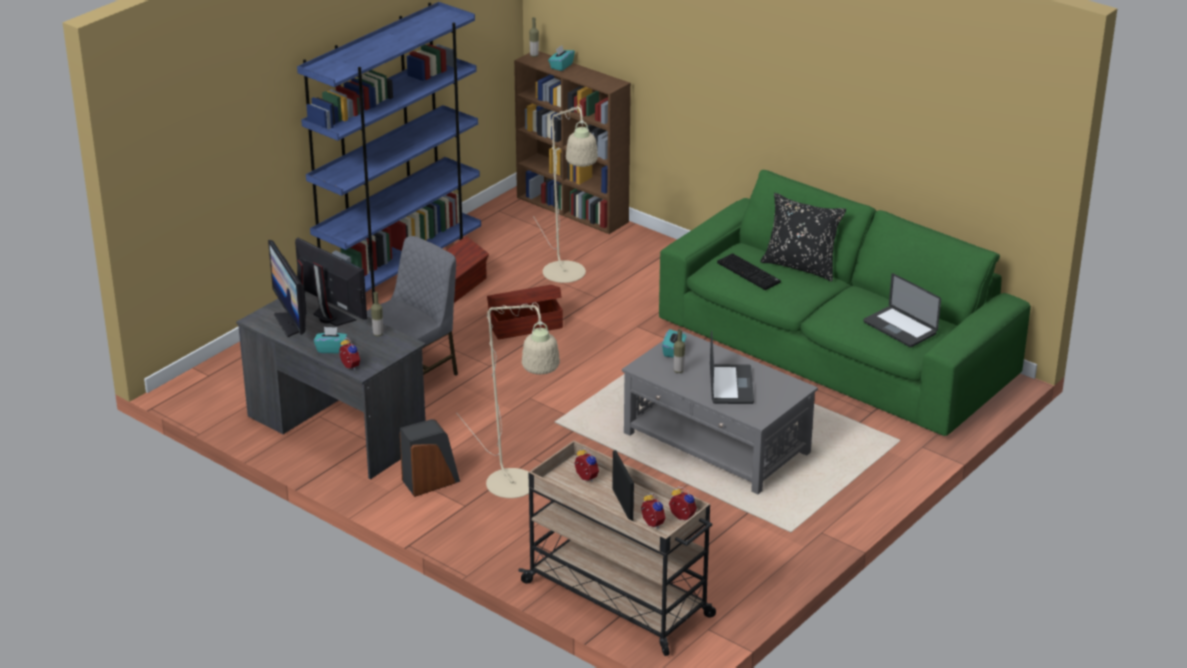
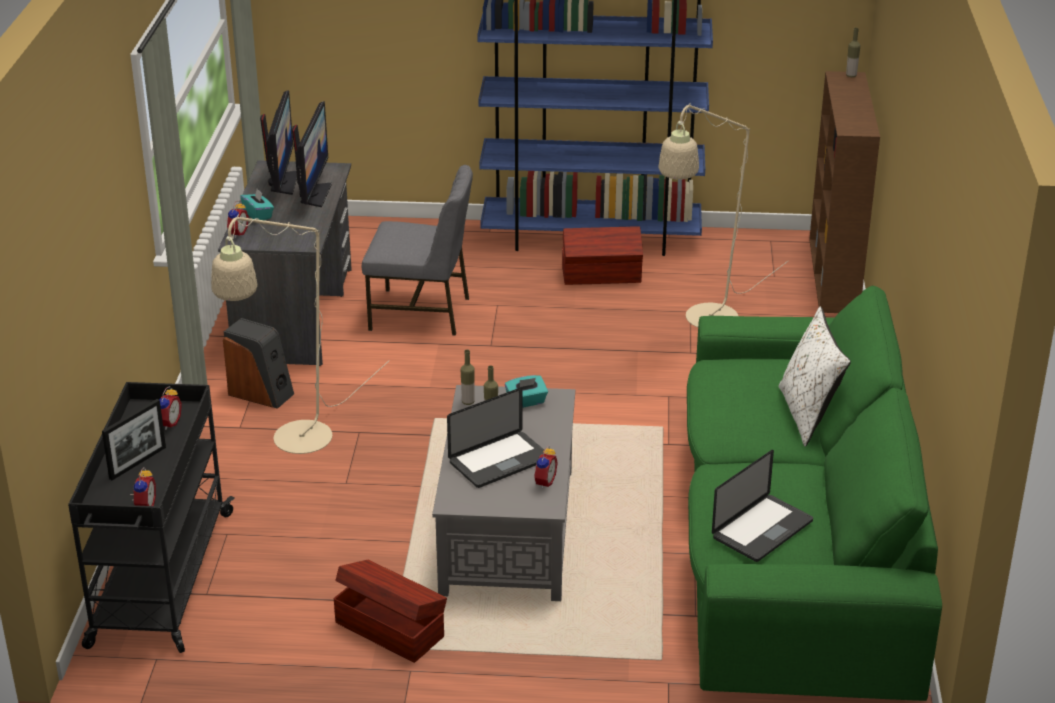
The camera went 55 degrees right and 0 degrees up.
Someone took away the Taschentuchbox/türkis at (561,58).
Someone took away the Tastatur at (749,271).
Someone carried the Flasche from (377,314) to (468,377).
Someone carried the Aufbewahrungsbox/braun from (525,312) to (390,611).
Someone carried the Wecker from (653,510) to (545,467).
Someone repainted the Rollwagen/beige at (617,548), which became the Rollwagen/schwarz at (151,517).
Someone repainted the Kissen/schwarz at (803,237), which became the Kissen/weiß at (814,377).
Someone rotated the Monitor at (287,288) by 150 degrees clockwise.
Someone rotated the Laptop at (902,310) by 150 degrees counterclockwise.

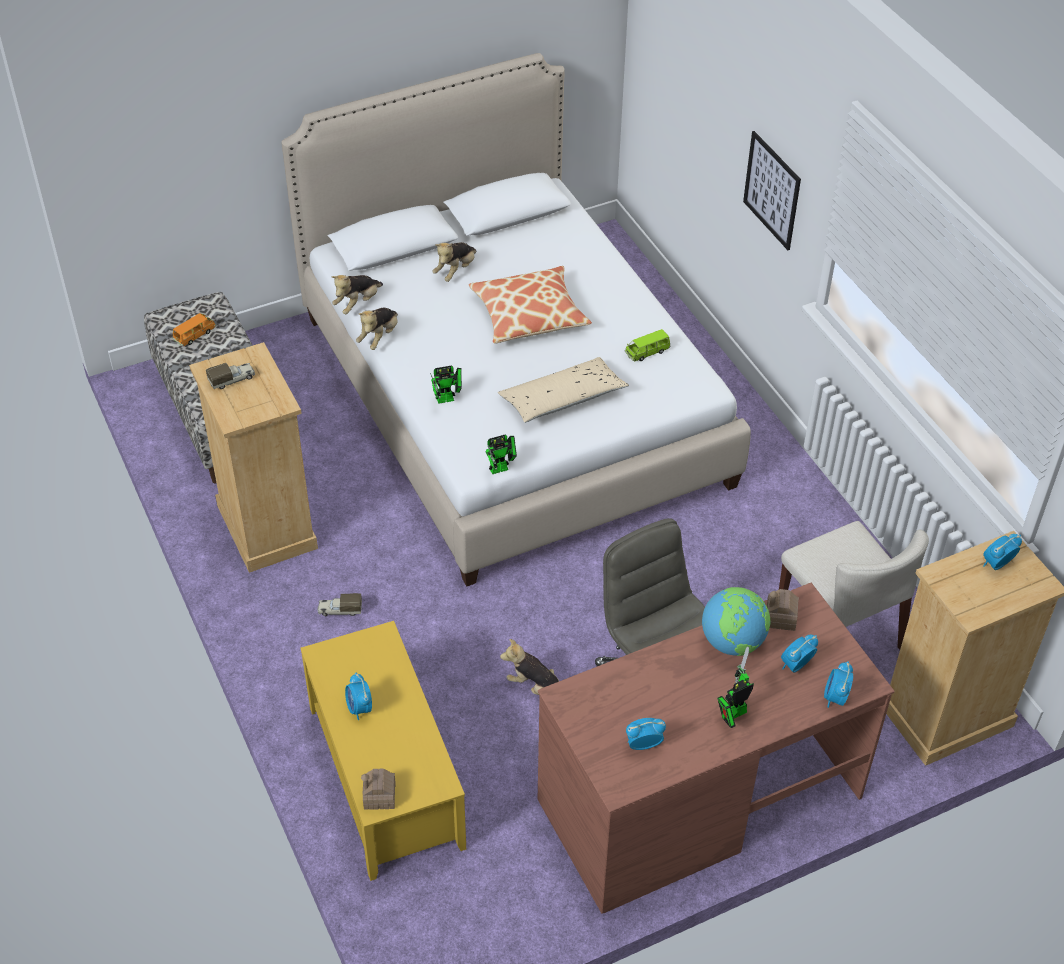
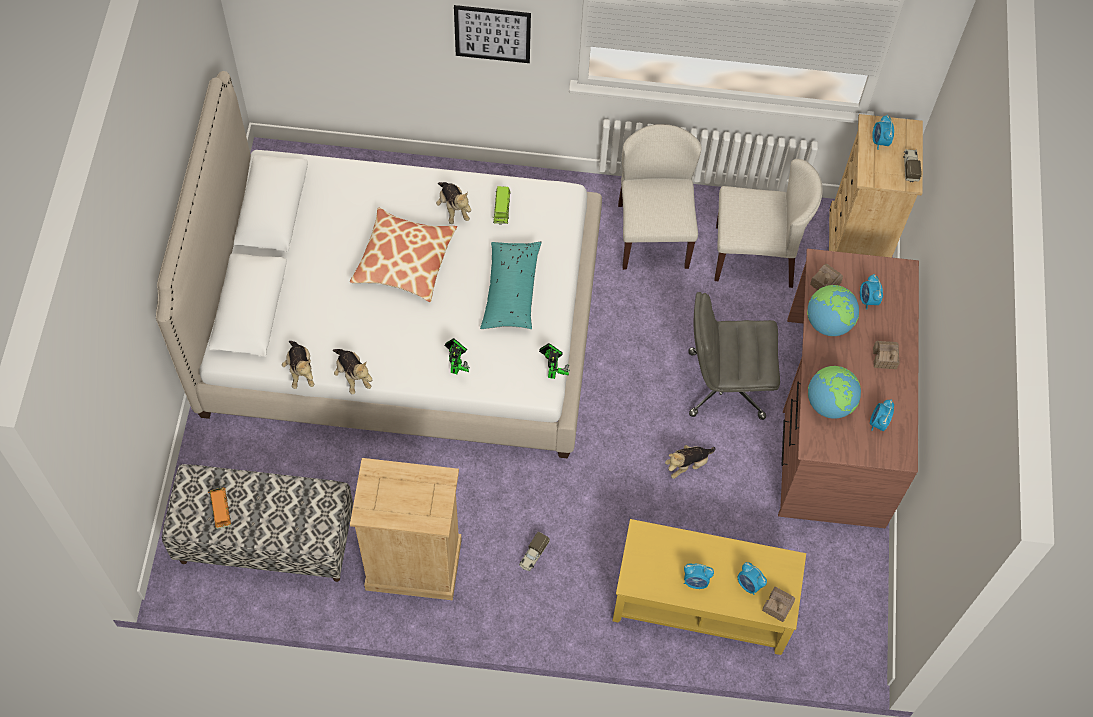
The camera went 60 degrees left and 15 degrees up.
Someone put down the Stuhl/beige at (660,197).
Someone put down the Globus at (834,392).
Someone carried the Spielzeuglaster from (230,376) to (912,165).
Someone carried the Plüschtier from (454,262) to (453,203).
Someone carried the Wecker from (838,684) to (752,578).
Someone swapped the Spielzeugroboter at (735,687) for the Spielzeughaus at (886,355).
Someone repainted the Kissen/beige at (563,390), which became the Kissen/türkis at (511,285).

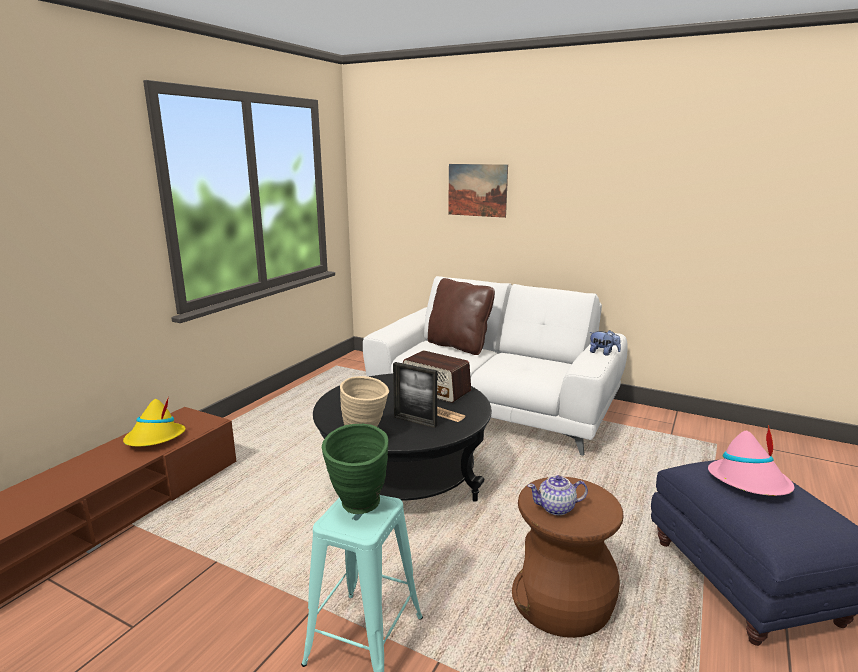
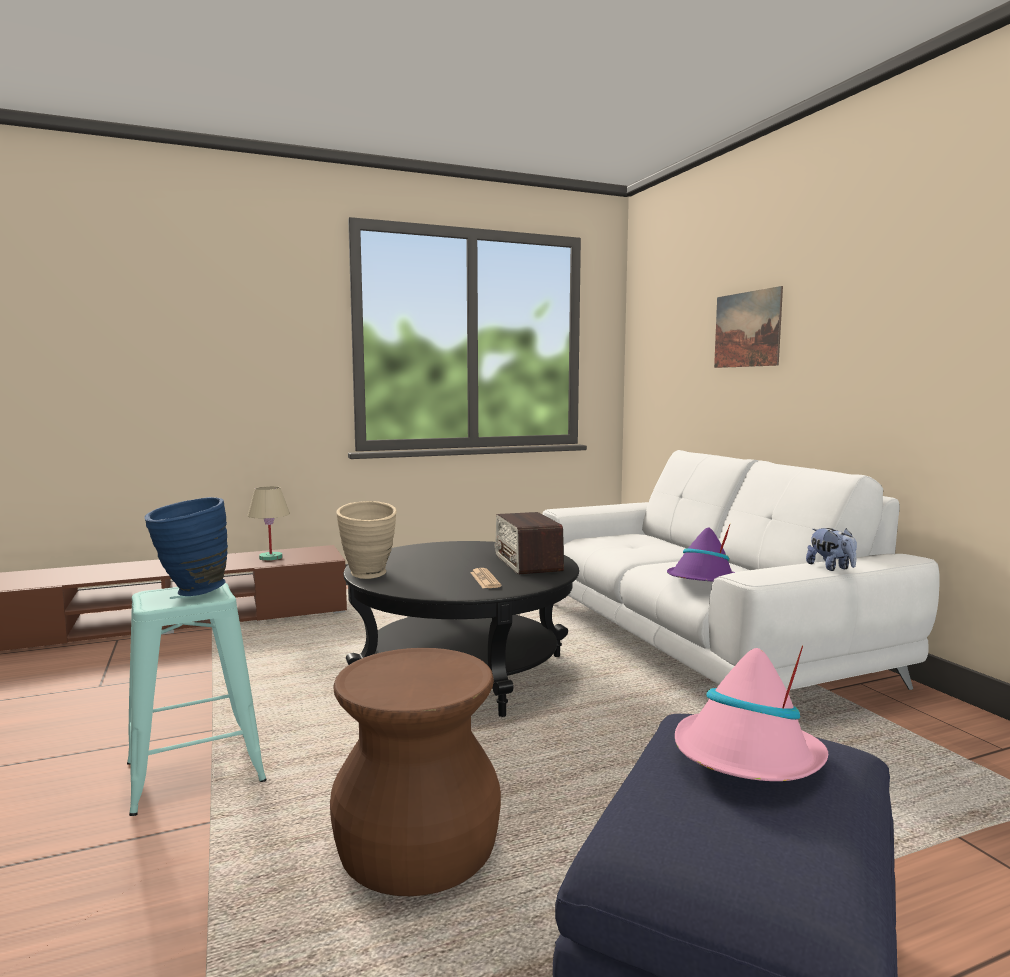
The camera went 40 degrees right and 10 degrees down.
Someone took away the Bilderrahmen at (415,395).
Someone took away the Kissen/braun at (461,316).
Someone took away the Teekanne at (558,495).
Someone put down the Hut/lila at (701,553).
Someone swapped the Hut/gelb at (154,421) for the Tischlampe/beige at (268,523).
Someone repainted the Vase/grün at (355,469), which became the Vase/blau at (186,546).

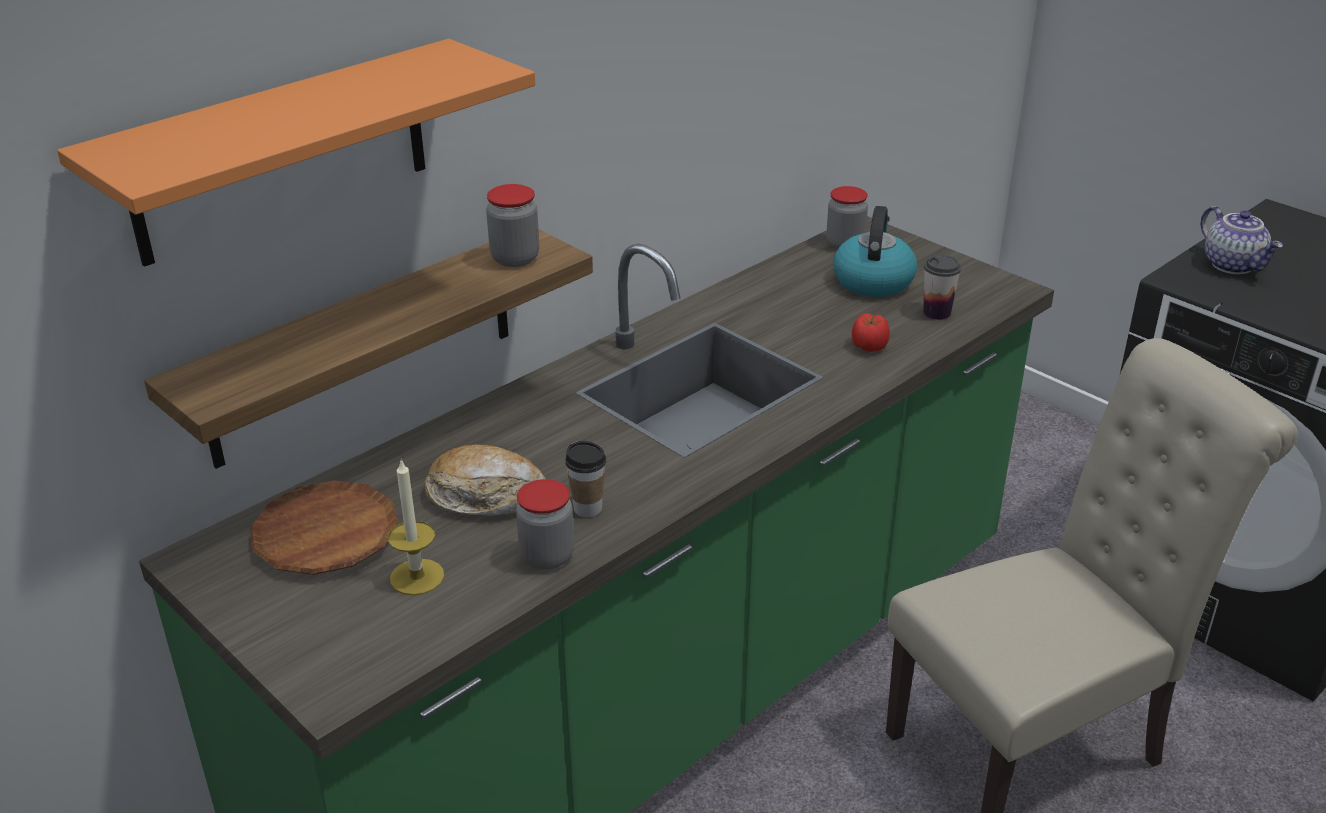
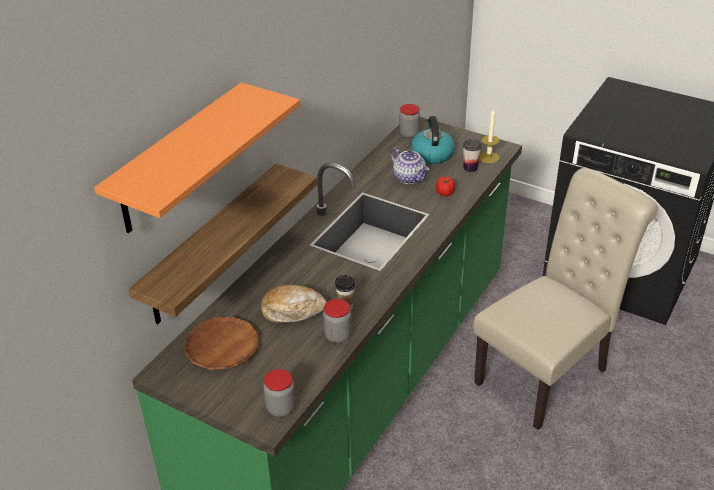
The camera went 15 degrees left and 5 degrees up.
Someone carried the Kerze from (416,526) to (489,135).
Someone carried the Vorratsglas from (512,225) to (279,393).
Someone carried the Teekanne from (1241,240) to (409,166).

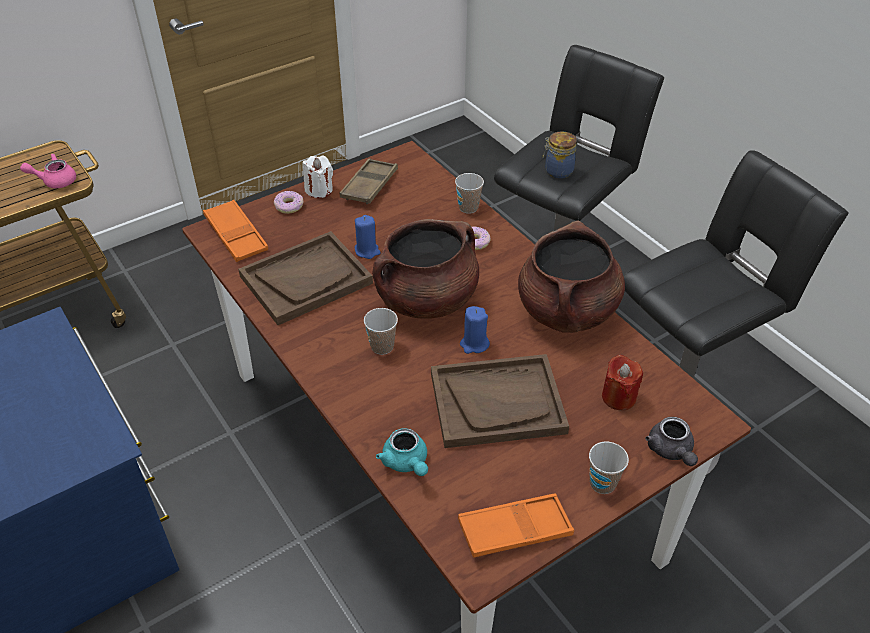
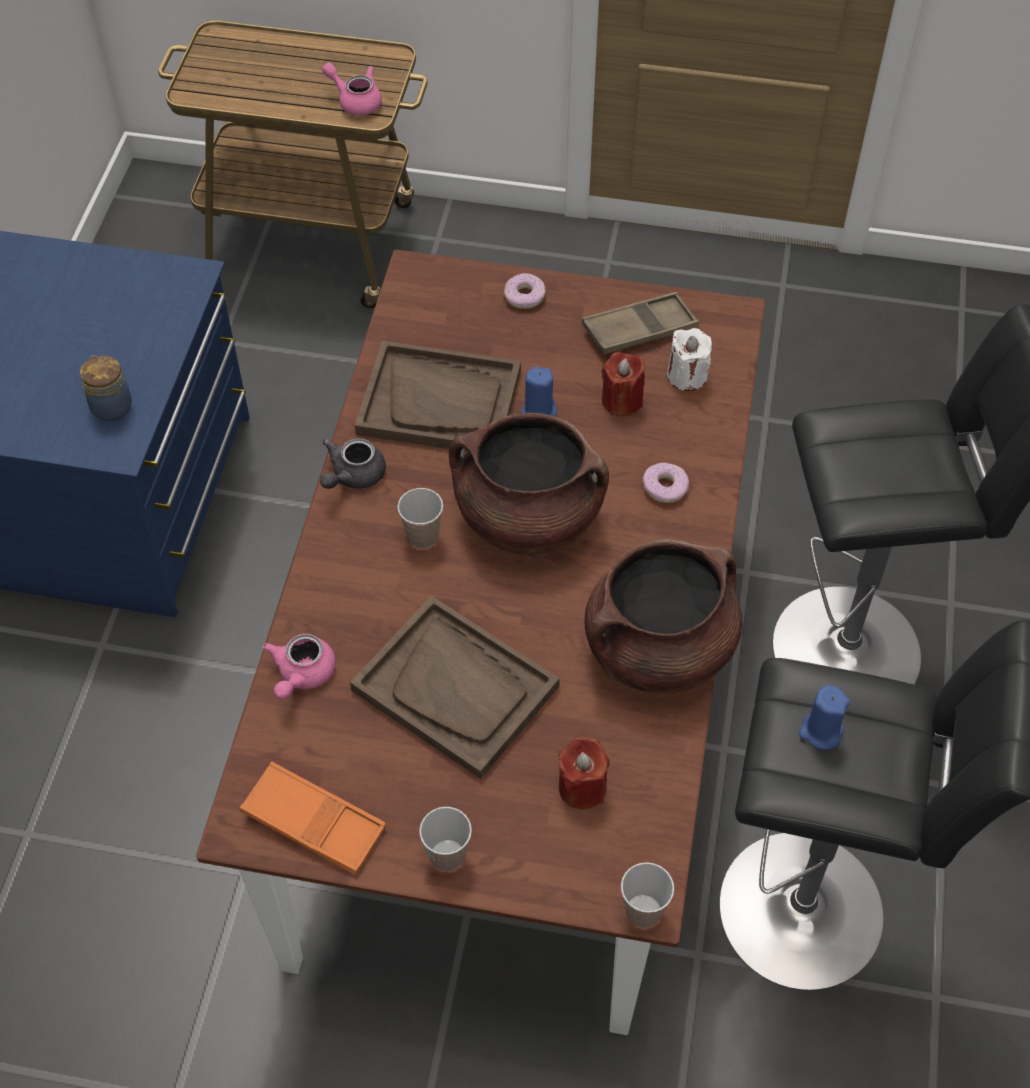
The camera went 45 degrees right and 10 degrees up.
Someone took away the Tablett/orange at (235,231).
Someone put down the Kerze/rot at (623,384).
Someone carried the Kerze/weiß from (317,177) to (689,359).
Someone carried the Tasse from (469,193) to (647,895).
Someone carried the Kerze/blau from (475,330) to (824,717).
Someone carried the Vorratsglas from (560,155) to (106,388).
Someone carried the Teekanne/grau from (671,441) to (353,463).
Someone repainted the Teekanne/türkis at (402,452), which became the Teekanne/rosa at (299,666).

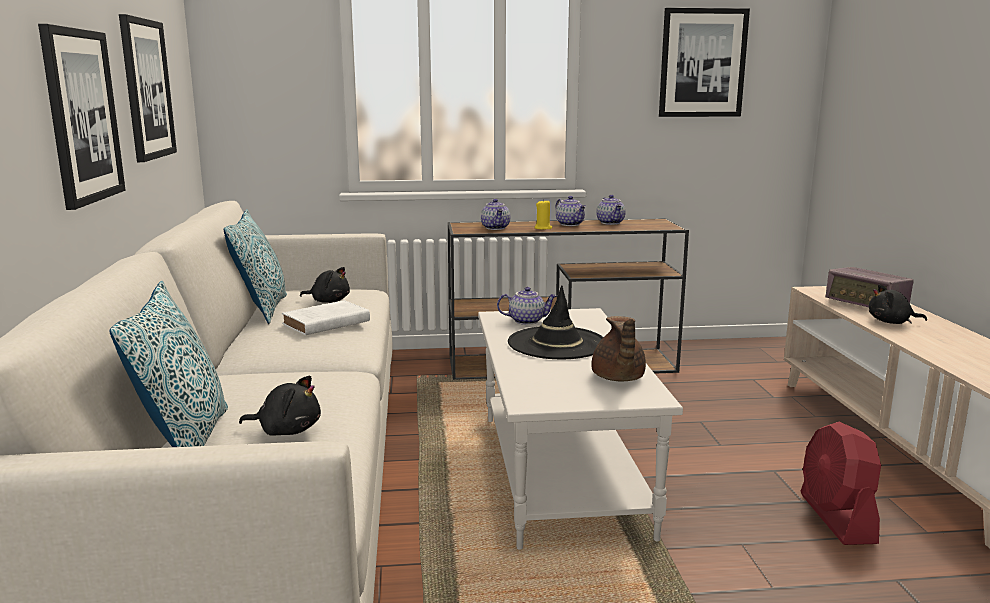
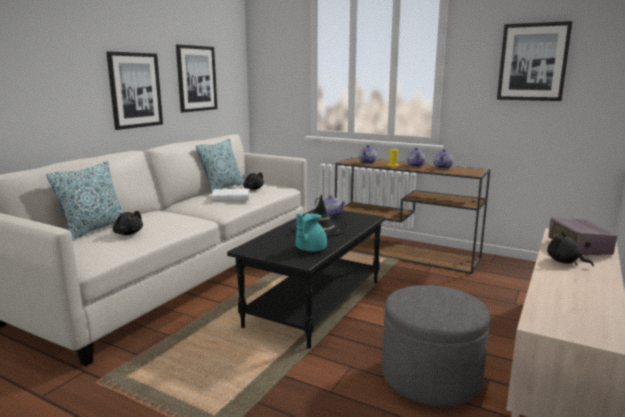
The camera went 35 degrees right and 0 degrees up.
Someone swapped the Ventilator/rot at (841,483) for the Polsterhocker/grau at (436,345).
Someone repainted the Couchtisch/weiß at (580,429), which became the Couchtisch/schwarz at (306,278).
Someone repainted the Teekanne/braun at (618,348), which became the Teekanne/türkis at (311,232).

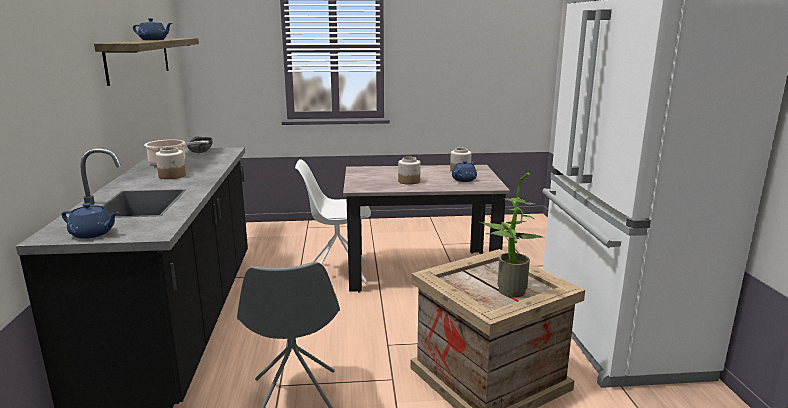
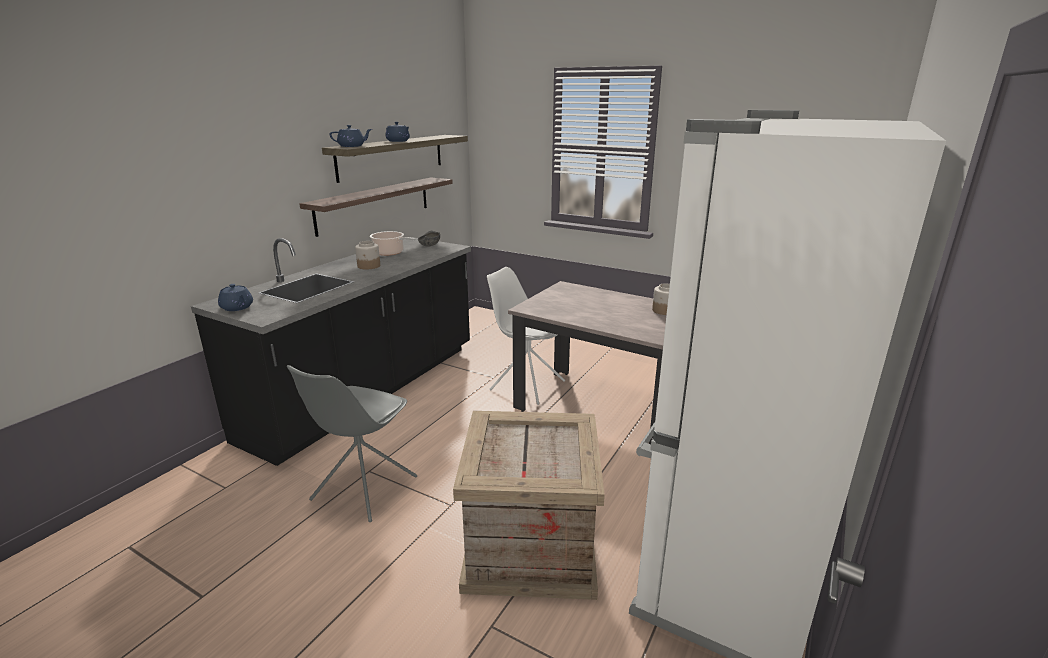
The camera went 35 degrees right and 5 degrees up.
Someone took away the Vorratsglas at (409,171).
Someone took away the Topfpflanze at (511,235).
Someone put up the Wandregal at (376,207).
Someone carried the Teekanne/blau from (464,171) to (350,136).

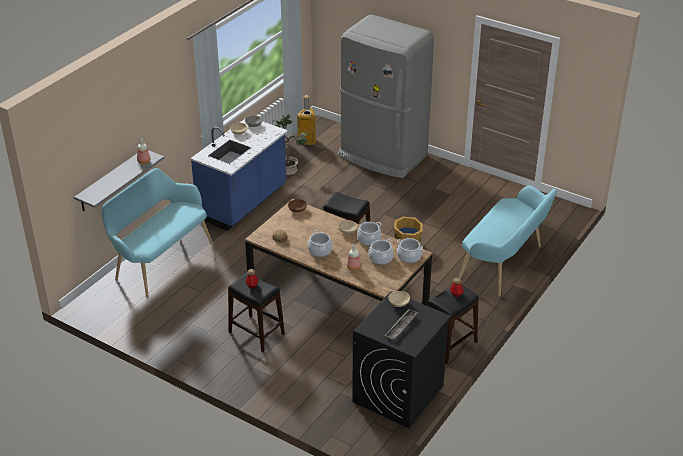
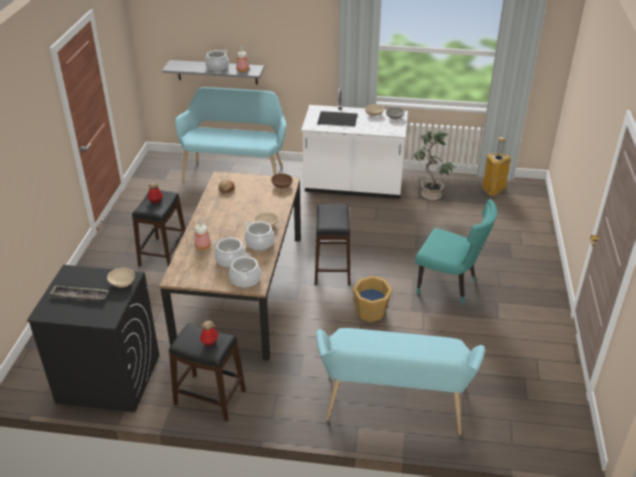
The camera went 65 degrees right and 0 degrees up.
Someone took away the Kühlschrank/grau at (386,96).
Someone put down the Stuhl/türkis at (456,252).
Someone carried the Kochtopf from (320,243) to (217,61).
Someone repainted the Küchenzeile/blau at (239,174), which became the Küchenzeile/weiß at (354,143).

